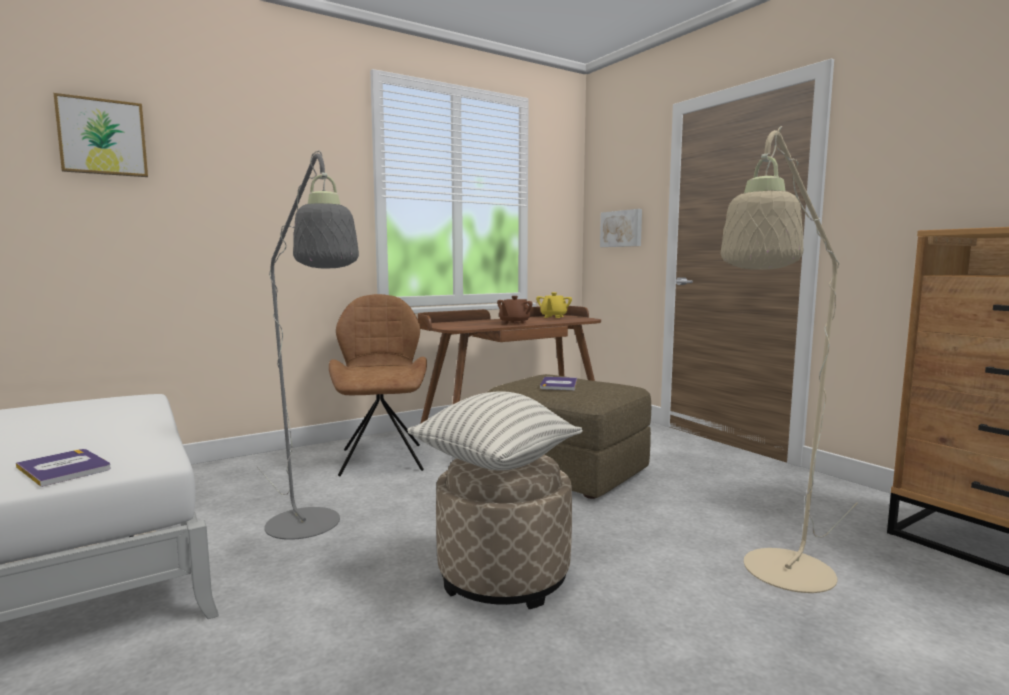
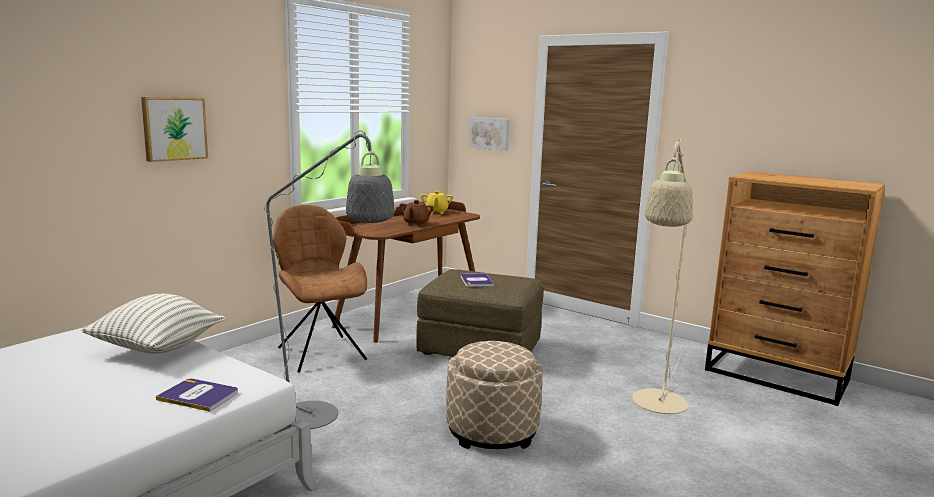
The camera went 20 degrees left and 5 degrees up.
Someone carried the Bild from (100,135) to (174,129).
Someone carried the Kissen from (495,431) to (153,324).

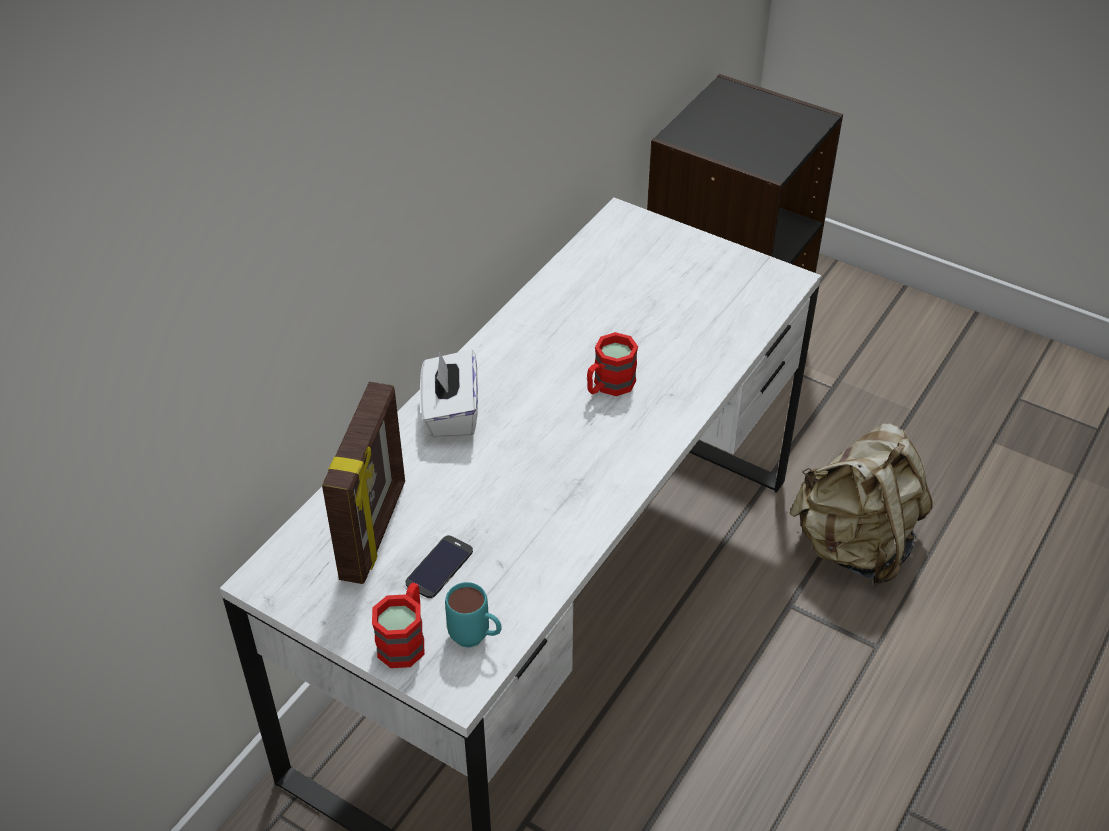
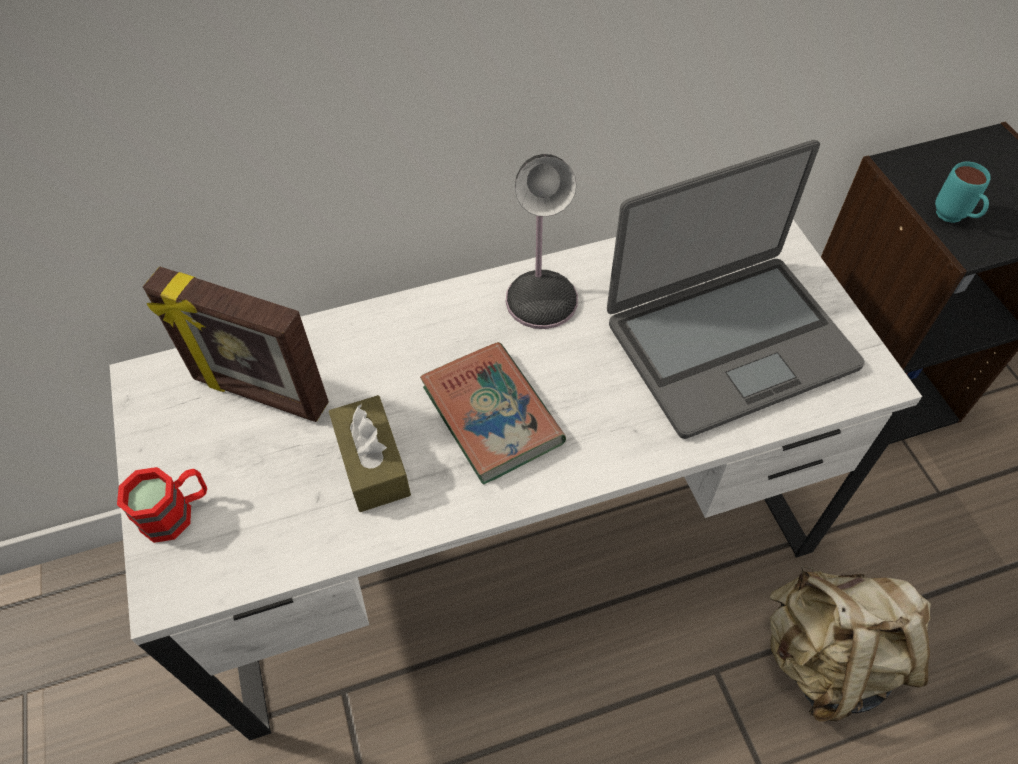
The camera went 40 degrees right and 10 degrees up.
Someone took away the Handy at (439,566).
Someone took away the Taschentuchbox/weiß at (449,393).
Someone took away the Henkelbecher/rot at (612,364).
Someone put down the Taschentuchbox/braun at (370,453).
Someone put down the Buch at (493,413).
Someone put down the Tischlampe at (542,241).
Someone put down the Laptop at (736,289).
Someone carried the Henkelbecher/türkis from (473,615) to (963,192).
Someone rotated the Bilderrahmen at (363,483) by 60 degrees clockwise.

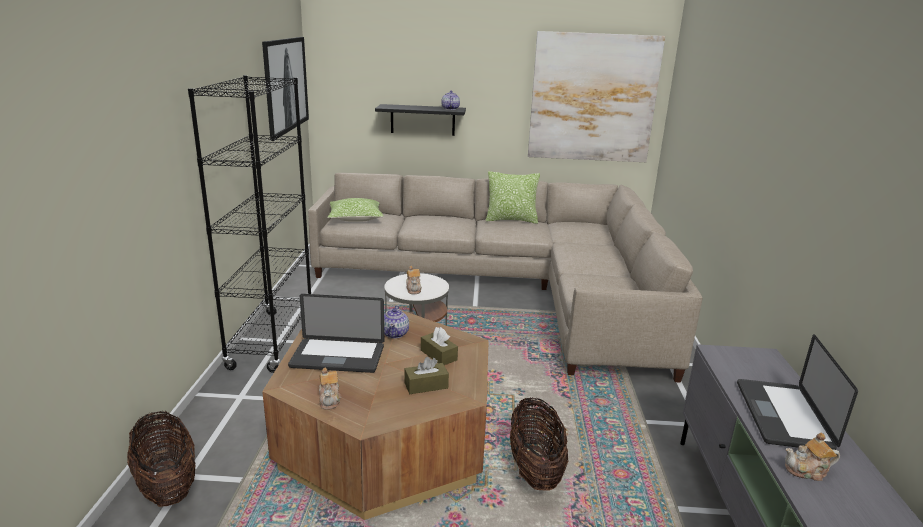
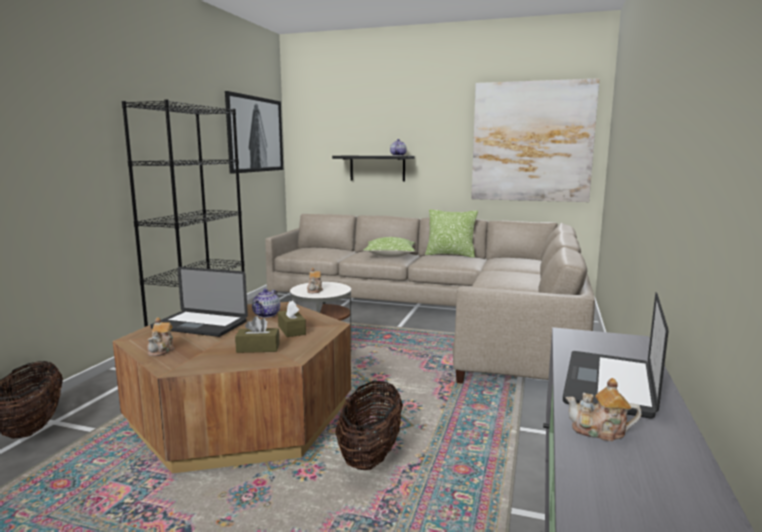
The camera went 15 degrees right and 10 degrees down.
Someone carried the Kissen from (355,210) to (389,247).

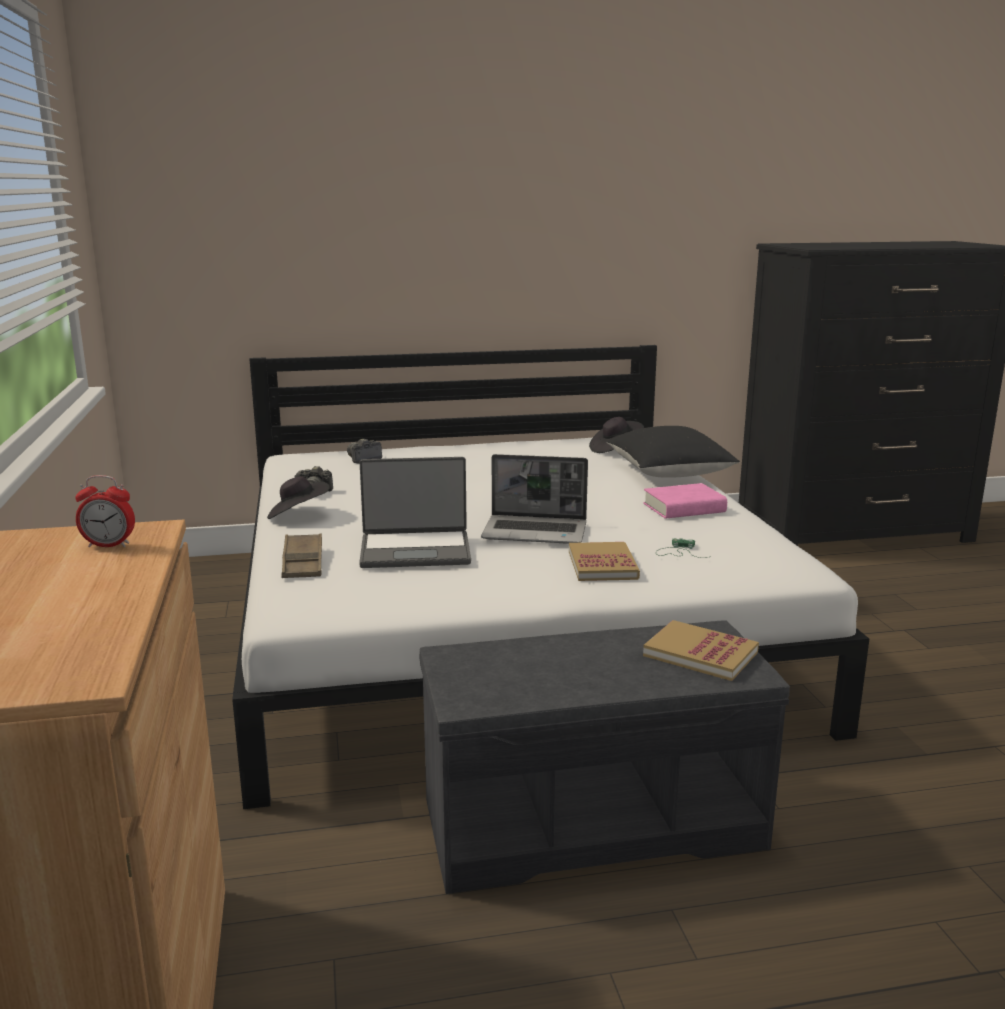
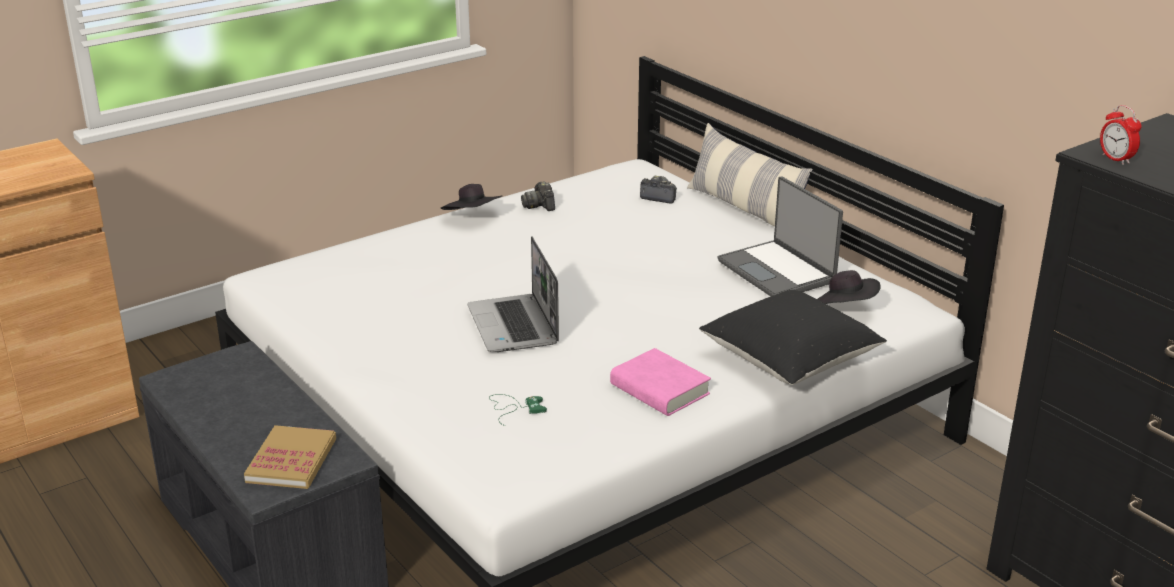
The camera went 65 degrees right and 10 degrees up.
Someone took away the Tablett/braun at (302,556).
Someone took away the Buch at (604,561).
Someone put down the Kissen at (750,175).
Someone carried the Wecker from (105,511) to (1121,135).
Someone carried the Laptop from (415,512) to (780,236).

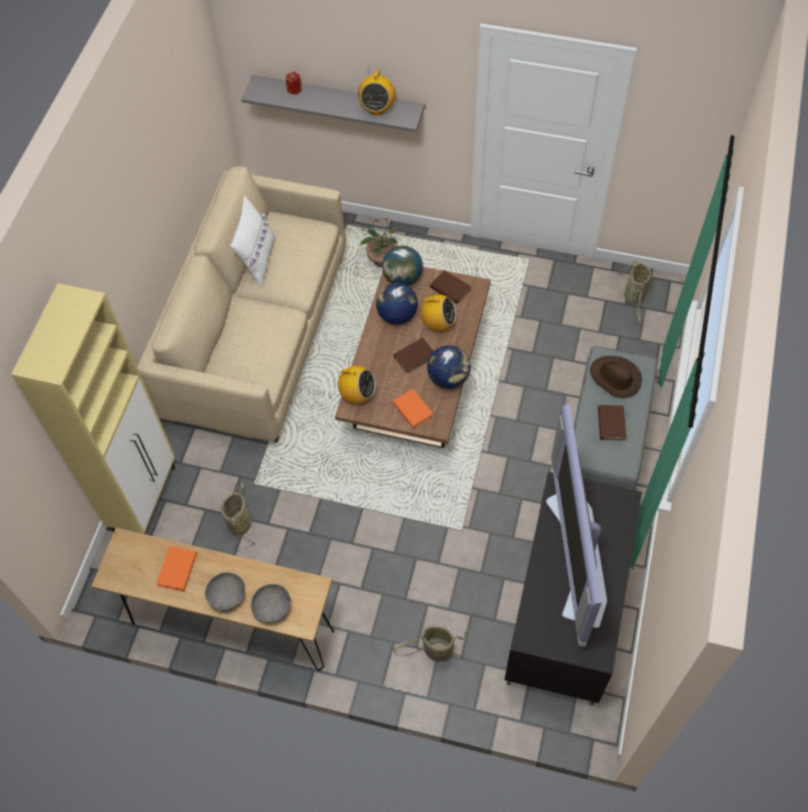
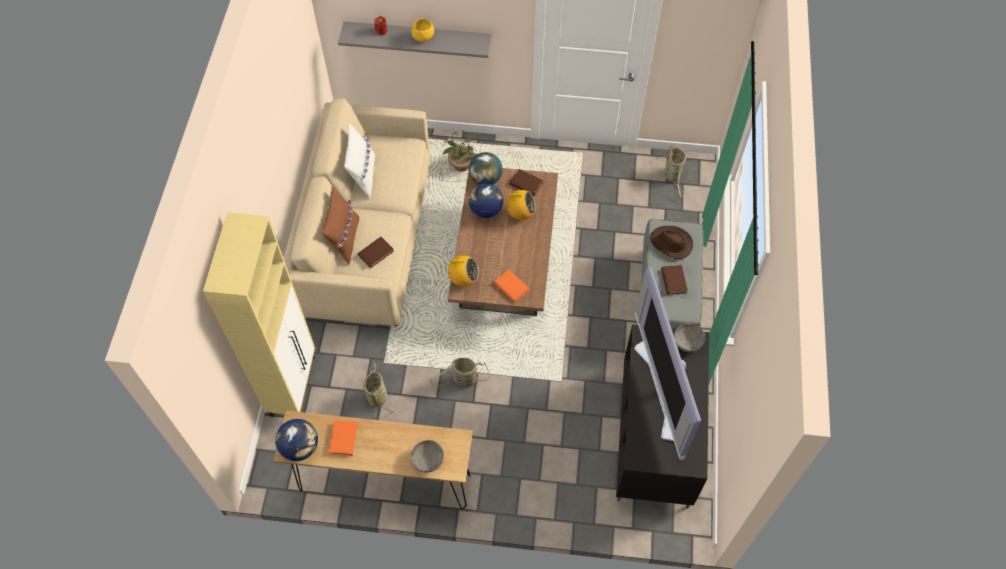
The camera went 10 degrees left and 0 degrees up.
Someone took away the Radio at (376,92).
Someone put down the Kissen/braun at (341,225).
Someone put down the Schüssel/gelb at (422,30).
Someone carried the Schüssel/grau from (225,591) to (689,337).
Someone carried the Korb from (431,644) to (460,372).
Someone carried the Buch/braun from (413,355) to (376,252).
Someone carried the Globus from (448,367) to (296,440).

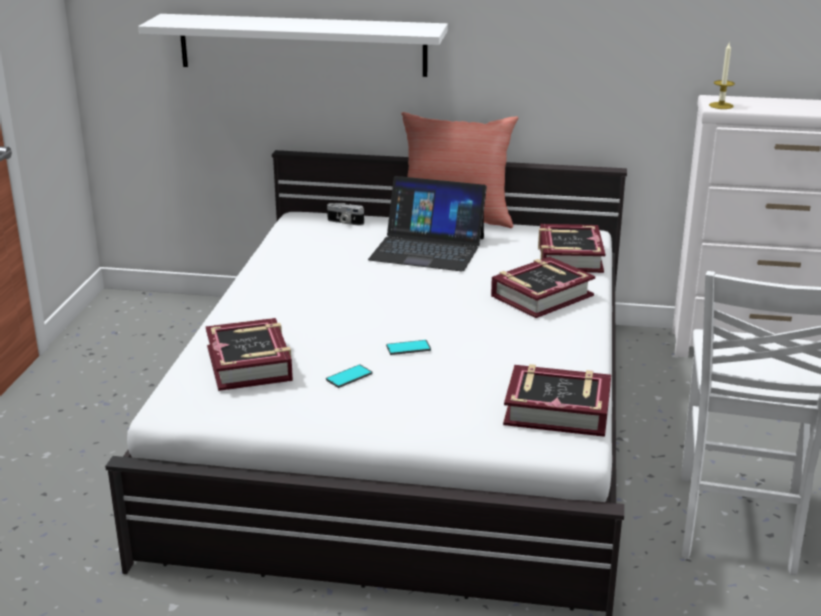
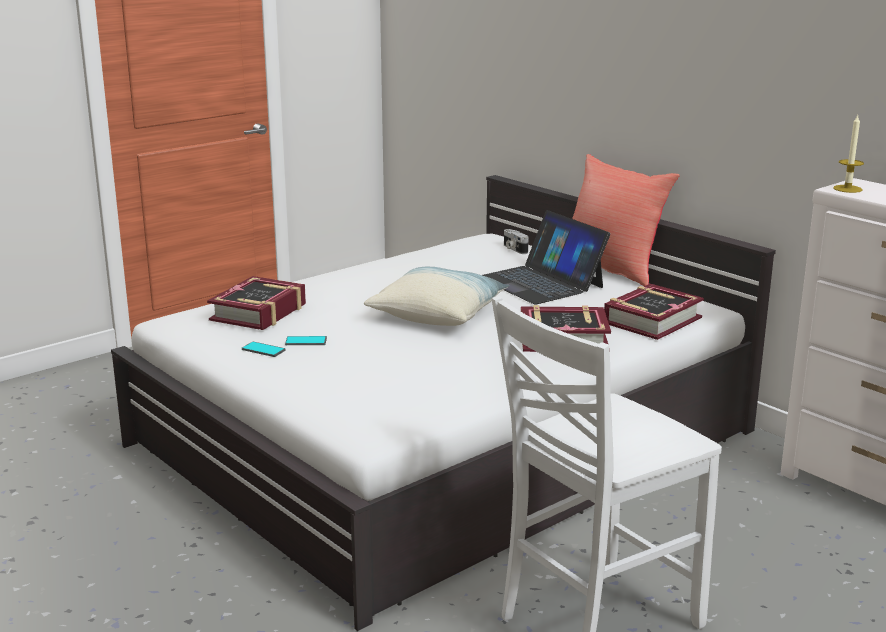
The camera went 40 degrees right and 5 degrees down.
Someone took away the Wandregal/weiß at (293,45).
Someone took away the Buch at (557,400).
Someone put down the Kissen at (436,296).
Someone carried the Handy from (408,347) to (264,349).

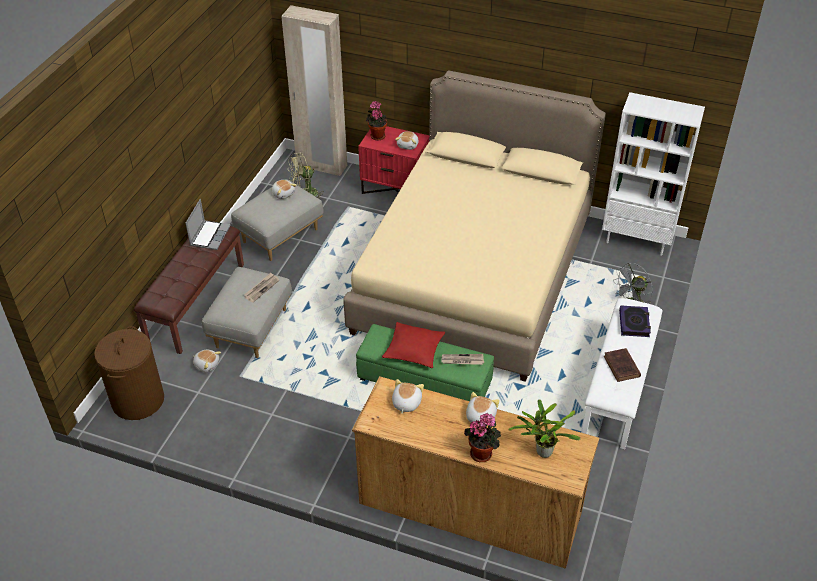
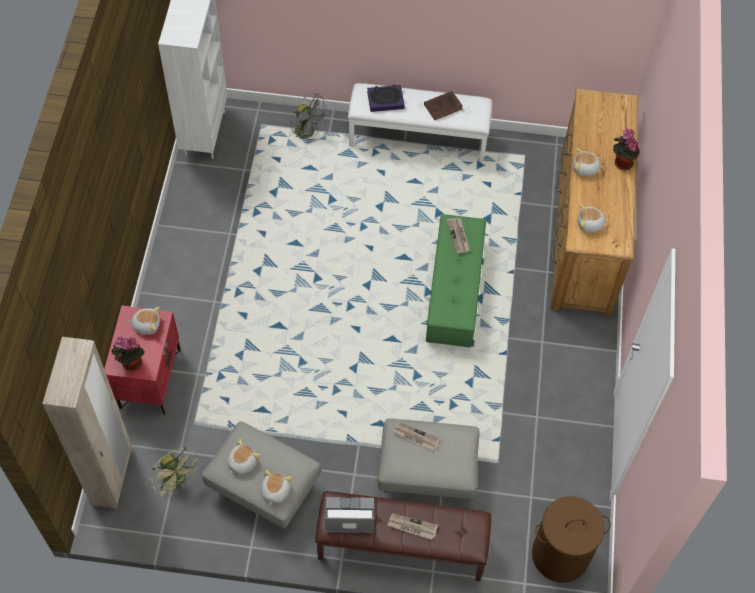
The camera went 105 degrees left and 15 degrees up.
Someone took away the Bett/beige at (474,226).
Someone took away the Kissen/rot at (413,345).
Someone took away the Topfpflanze at (544,428).
Someone put down the Zeitung at (412,527).
Someone carried the Plüschtier from (207,361) to (276,487).

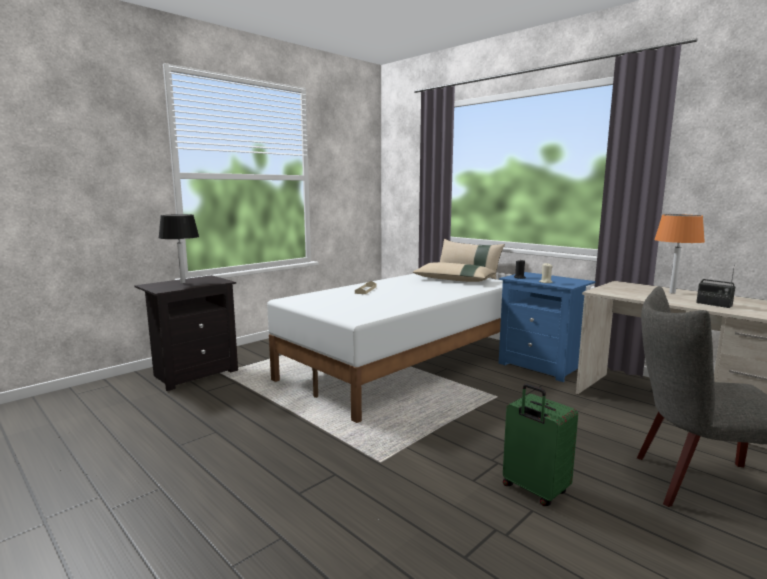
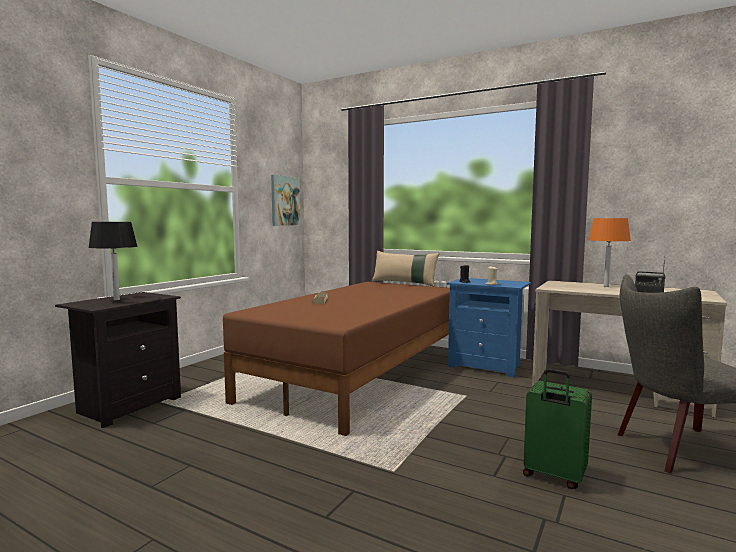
The camera went 15 degrees left and 5 degrees down.
Someone took away the Kissen/beige at (454,272).
Someone put up the Bild at (285,200).
Someone repainted the Bett/weiß at (385,348), which became the Bett/braun at (336,359).

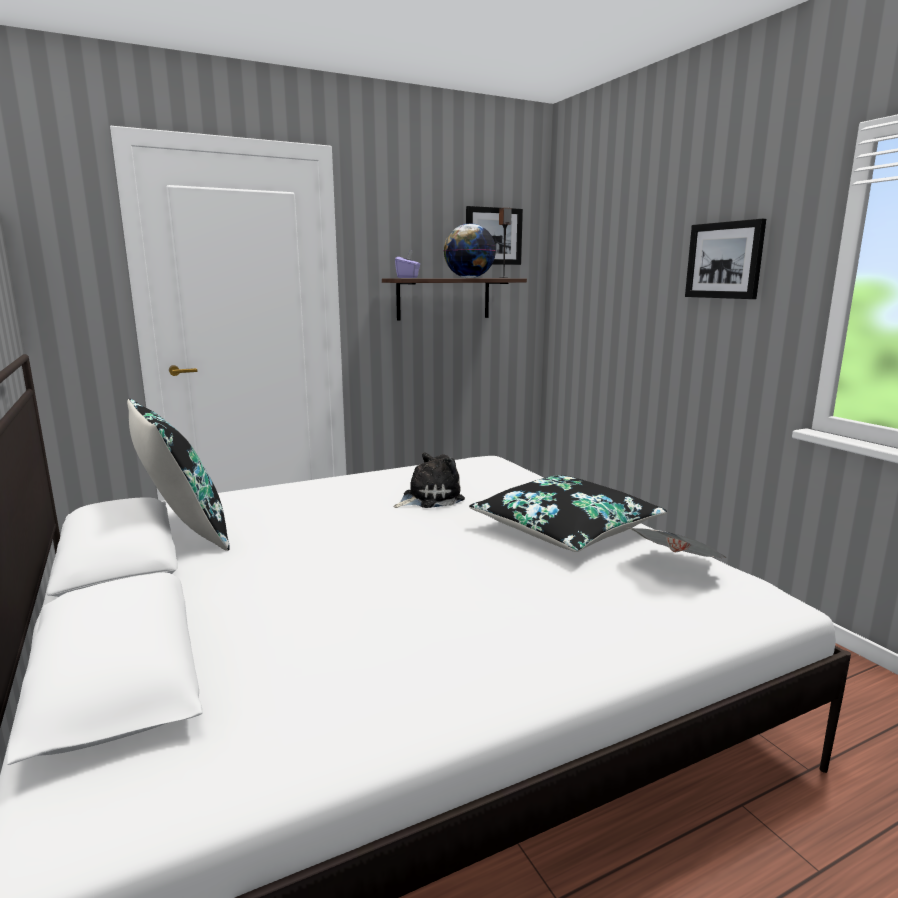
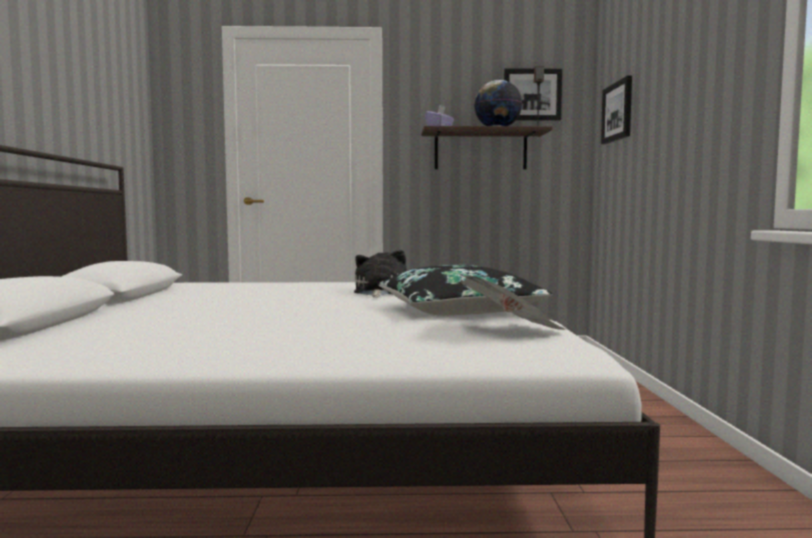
The camera went 25 degrees right and 10 degrees down.
Someone took away the Kissen/schwarz at (178,475).
Someone carried the Bild from (725,259) to (616,109).
Someone rotated the Plüschtier at (429,480) by 75 degrees counterclockwise.

